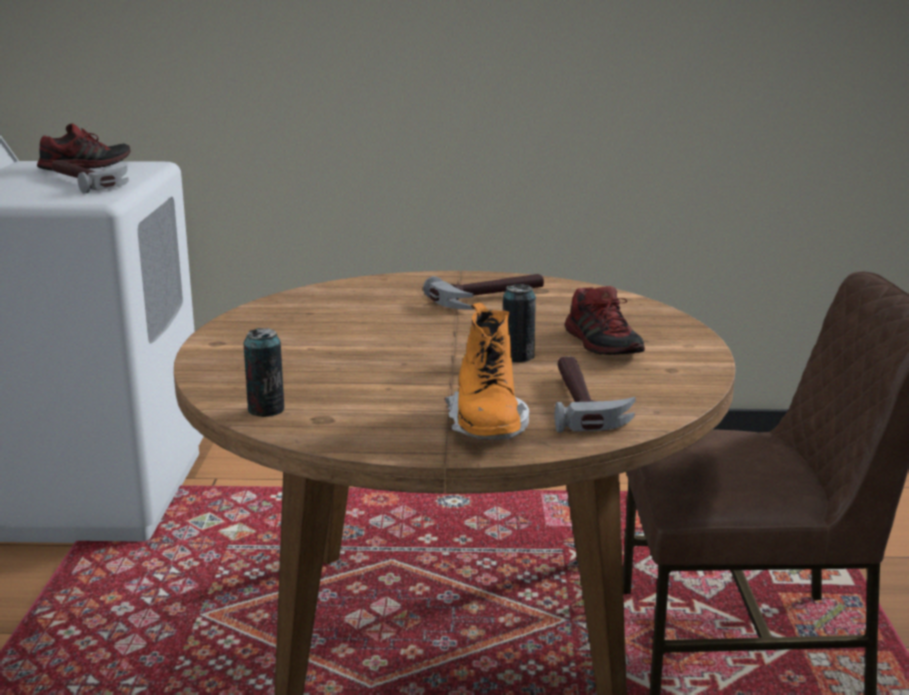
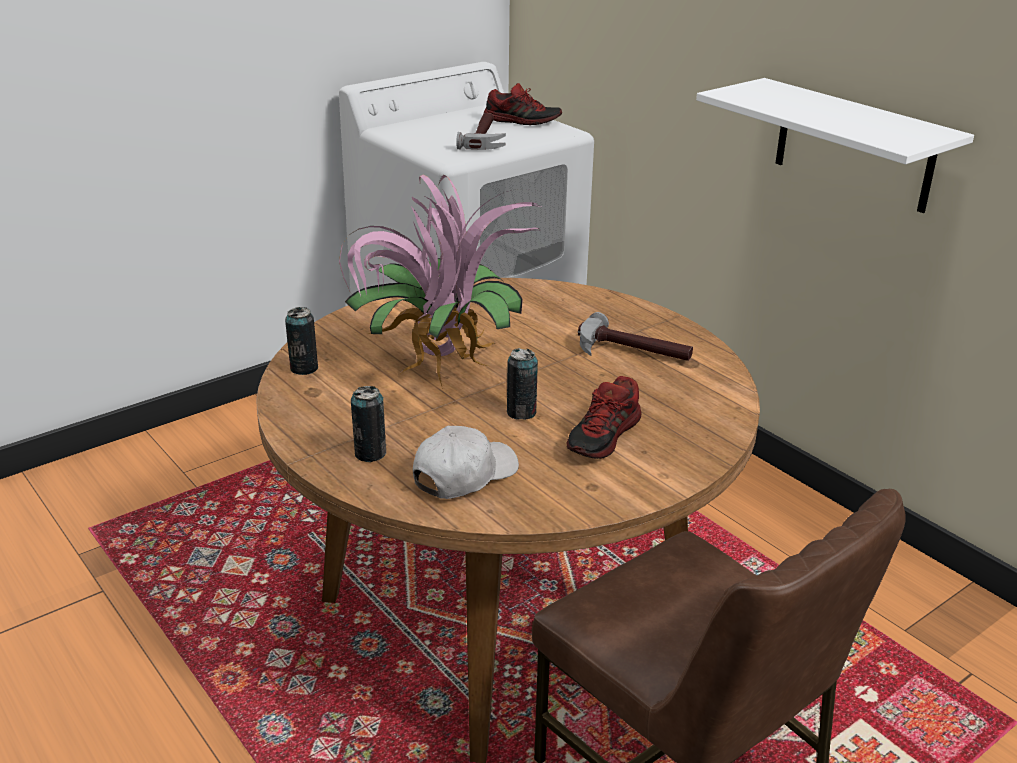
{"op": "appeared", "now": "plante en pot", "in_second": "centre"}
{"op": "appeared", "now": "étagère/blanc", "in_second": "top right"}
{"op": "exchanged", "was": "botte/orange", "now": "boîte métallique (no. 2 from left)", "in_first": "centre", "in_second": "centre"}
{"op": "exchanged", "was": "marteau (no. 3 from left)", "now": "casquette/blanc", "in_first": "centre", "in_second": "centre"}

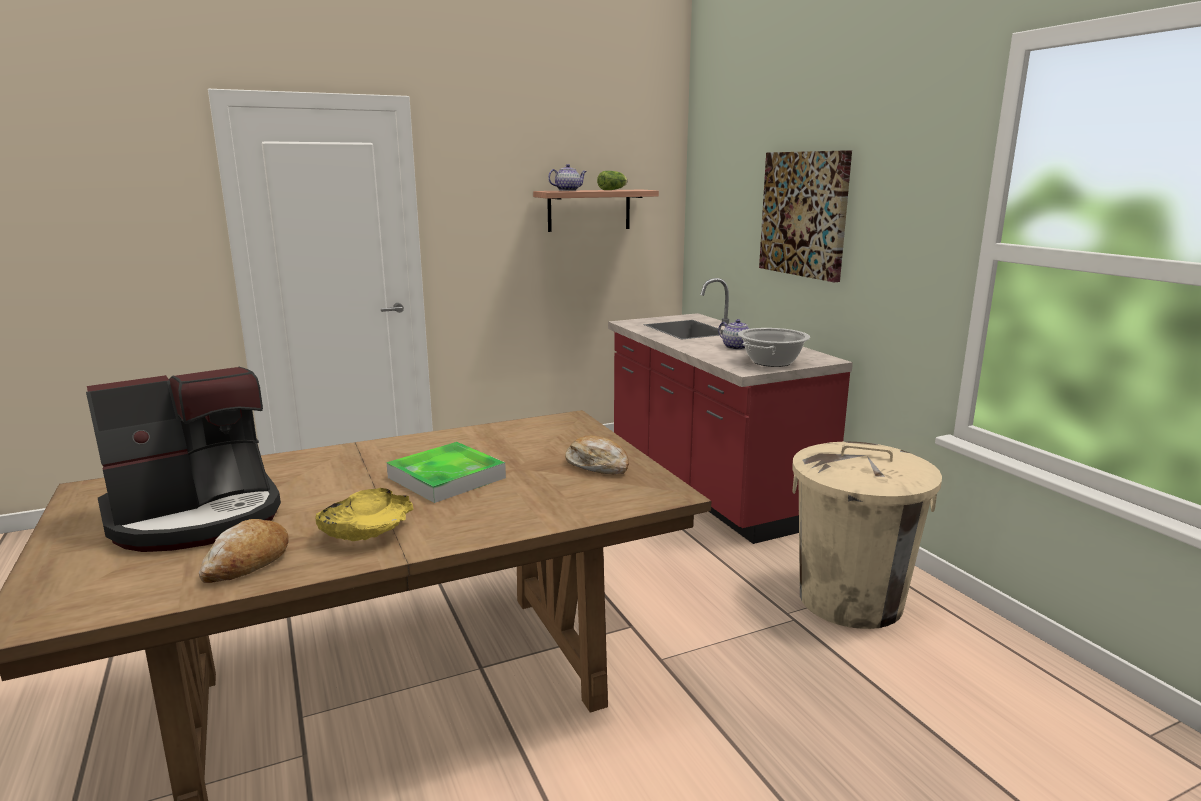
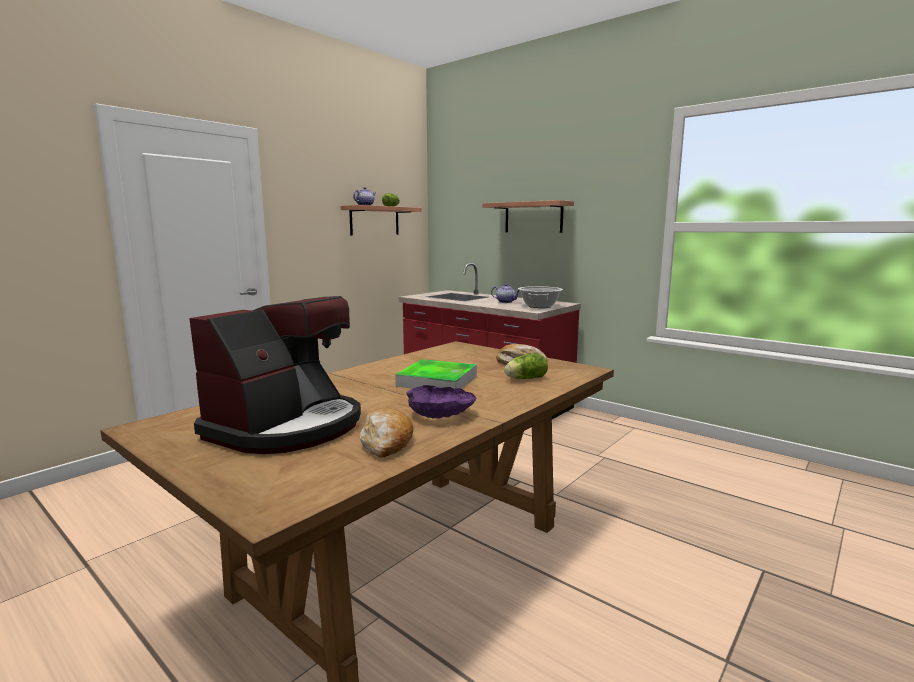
{"op": "missing", "was": "poubelle/beige", "in_first": "bottom right"}
{"op": "appeared", "now": "laitue (no. 2 from left)", "in_second": "centre"}
{"op": "exchanged", "was": "tableau", "now": "étagère (no. 2 from left)", "in_first": "top right", "in_second": "top centre"}
{"op": "colour", "was": "bol/jaune", "now": "bol/violet", "in_first": "middle left", "in_second": "centre"}

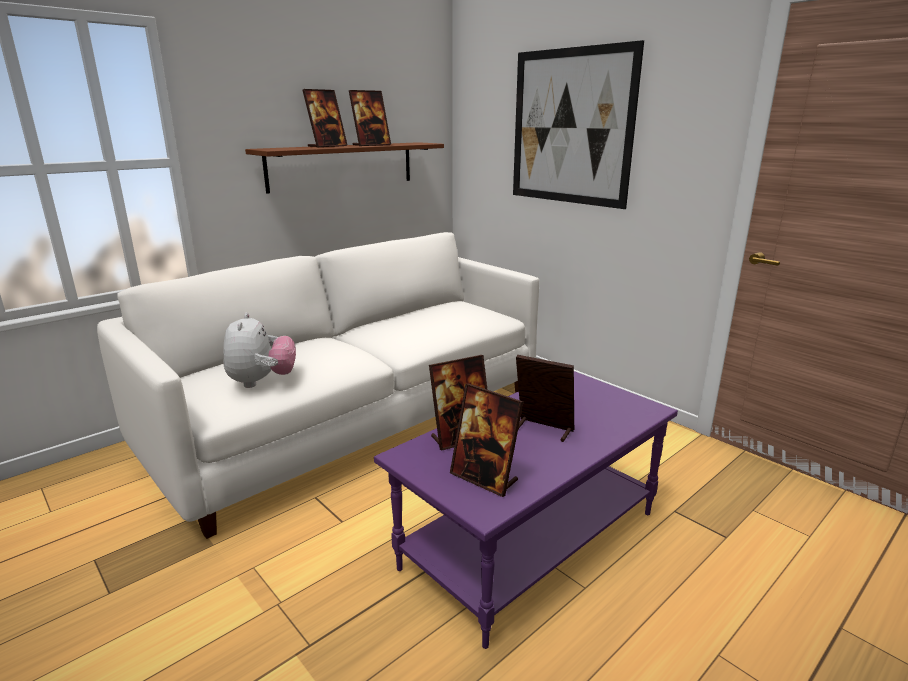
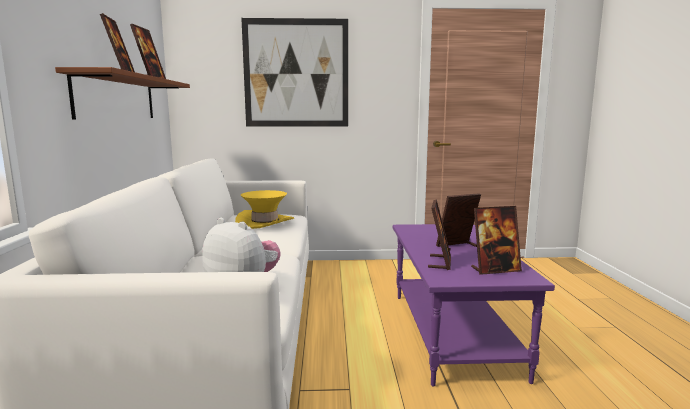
{"op": "appeared", "now": "chapeau/jaune", "in_second": "centre"}

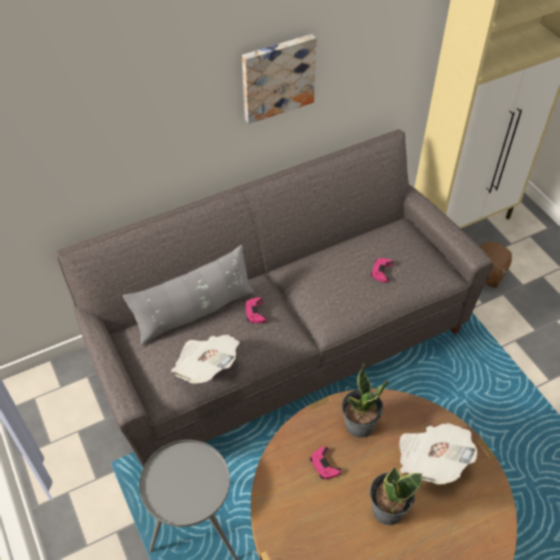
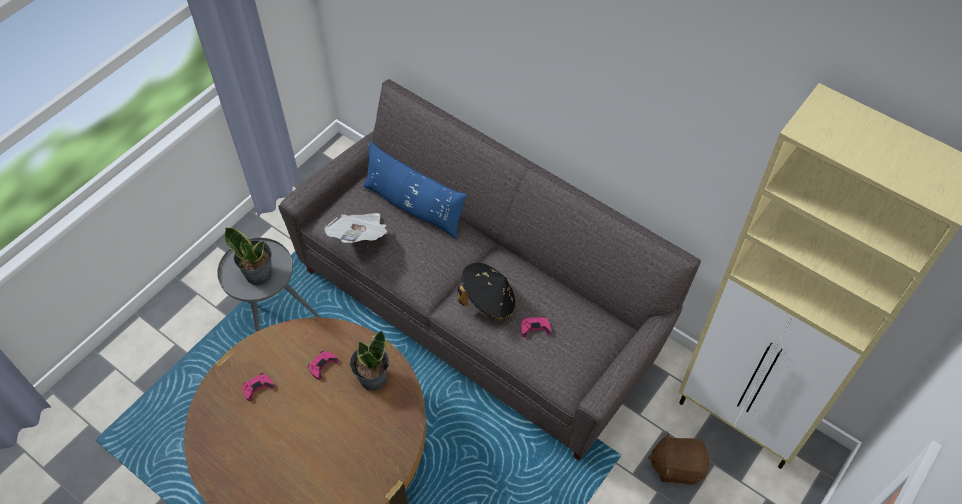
{"op": "missing", "was": "tableau", "in_first": "top centre"}
{"op": "missing", "was": "journal (no. 2 from left)", "in_first": "bottom right"}
{"op": "appeared", "now": "chapeau/noir", "in_second": "centre"}
{"op": "relocated", "was": "manette/rose (no. 1 from left)", "in_first": "centre", "in_second": "bottom left"}
{"op": "relocated", "was": "plante en pot (no. 2 from left in the first image)", "now": "plante en pot (no. 1 from left)", "in_first": "bottom right", "in_second": "middle left"}
{"op": "colour", "was": "coussin/gris", "now": "coussin/bleu", "in_first": "centre", "in_second": "centre"}

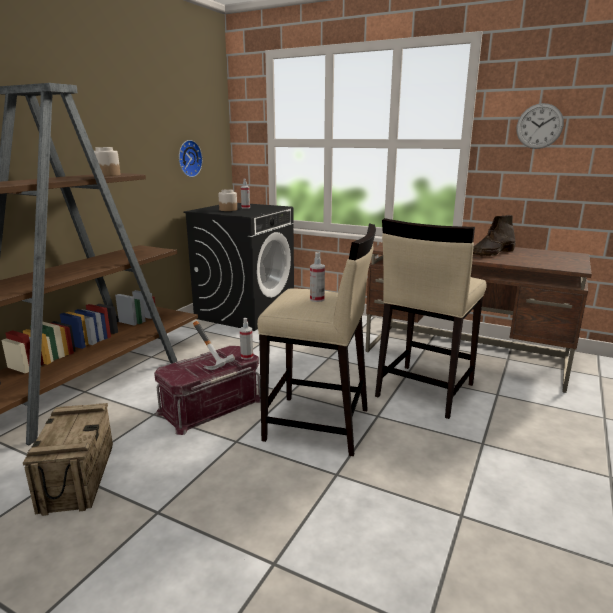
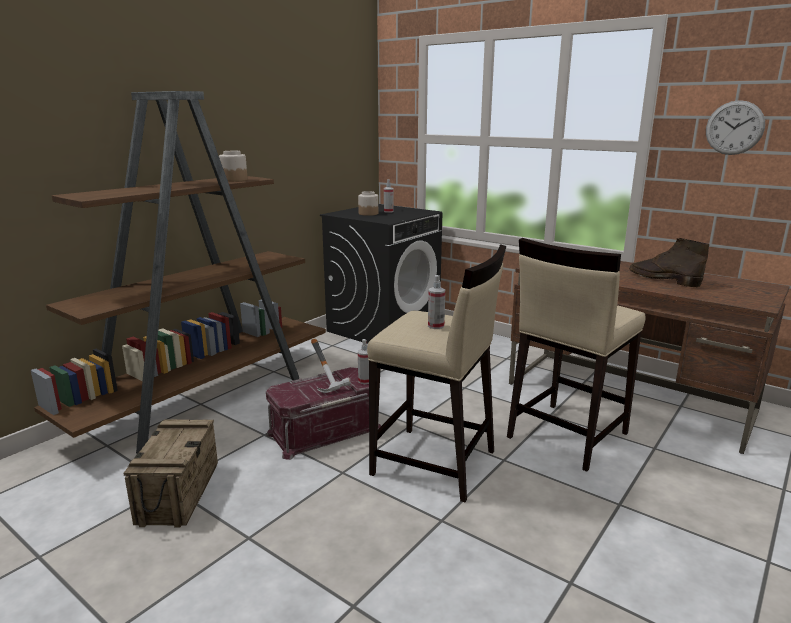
{"op": "missing", "was": "horloge murale (no. 1 from left)", "in_first": "top left"}
{"op": "spun", "was": "botte/marron", "in_first": "middle right", "in_second": "middle right", "clockwise": 75}

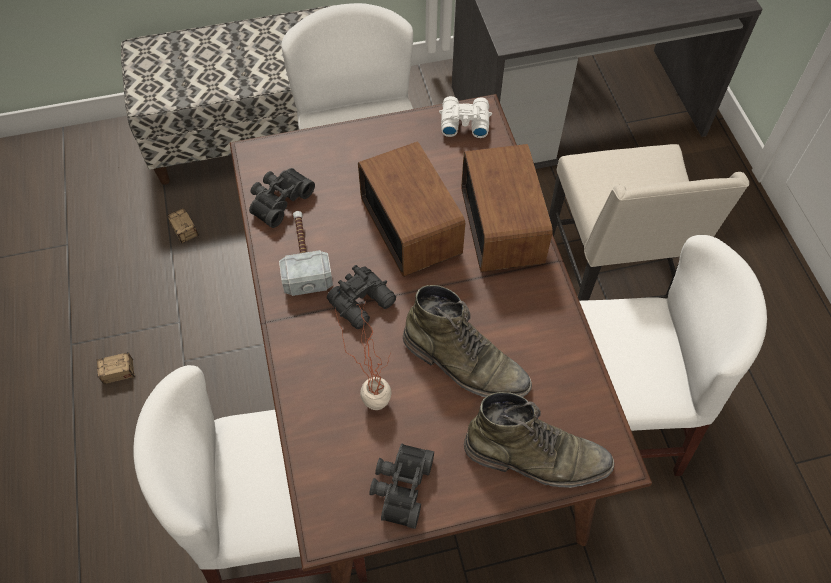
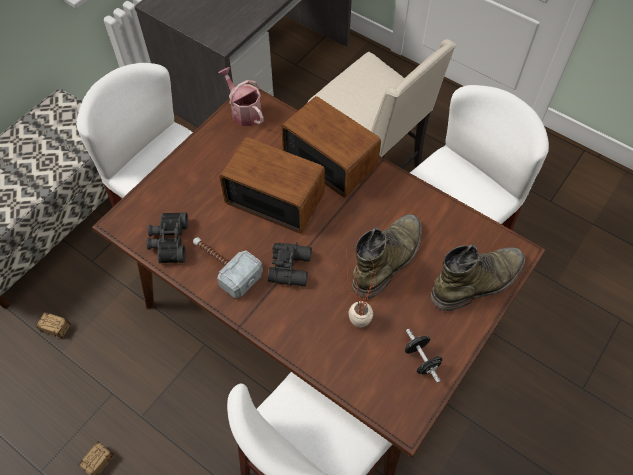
{"op": "exchanged", "was": "jumelles/noir (no. 3 from left)", "now": "haltère/noir", "in_first": "bottom centre", "in_second": "bottom right"}
{"op": "exchanged", "was": "jumelles/blanc", "now": "arrosoir", "in_first": "top centre", "in_second": "top centre"}
{"op": "spun", "was": "botte/vert (no. 1 from left)", "in_first": "centre", "in_second": "centre", "clockwise": -45}

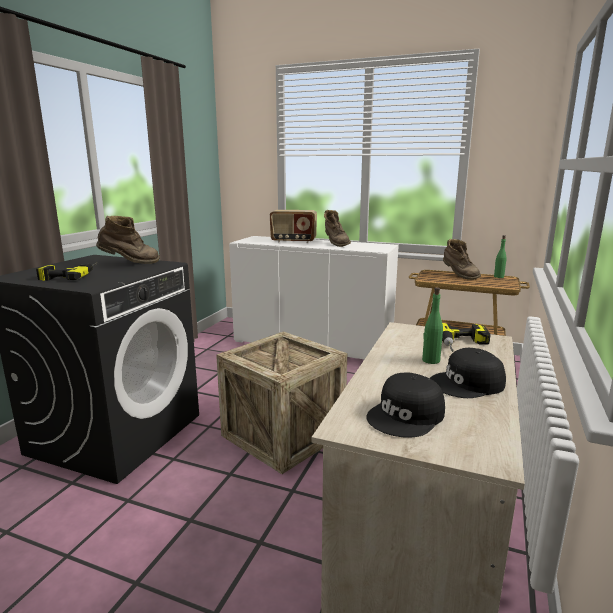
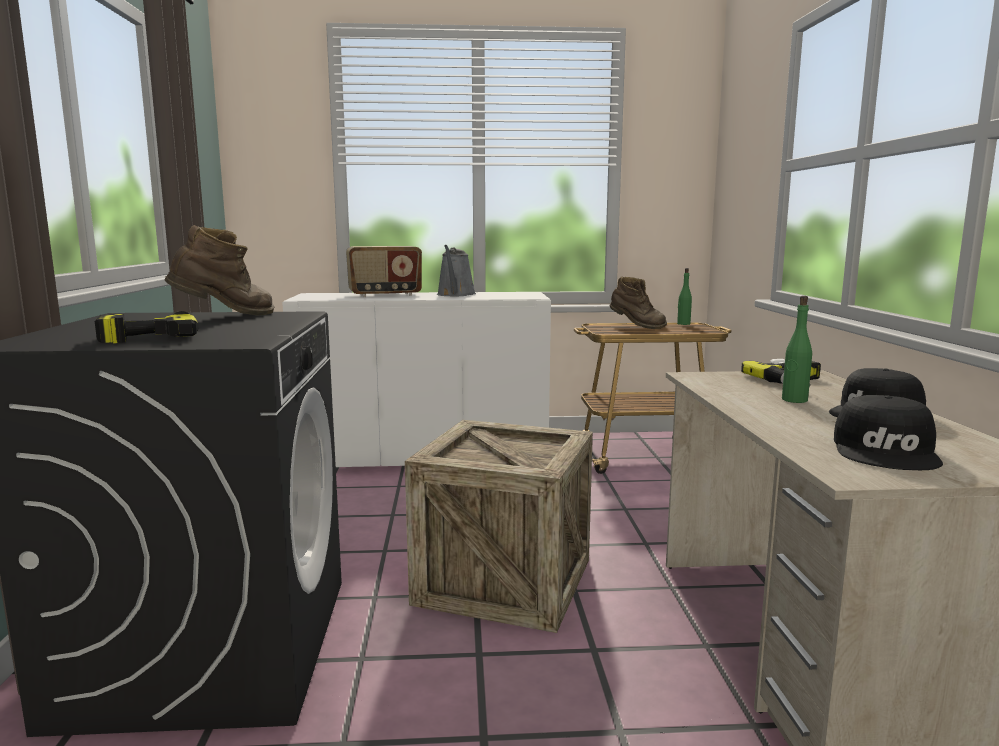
{"op": "exchanged", "was": "botte/marron (no. 2 from left)", "now": "arrosoir/gris", "in_first": "centre", "in_second": "centre"}

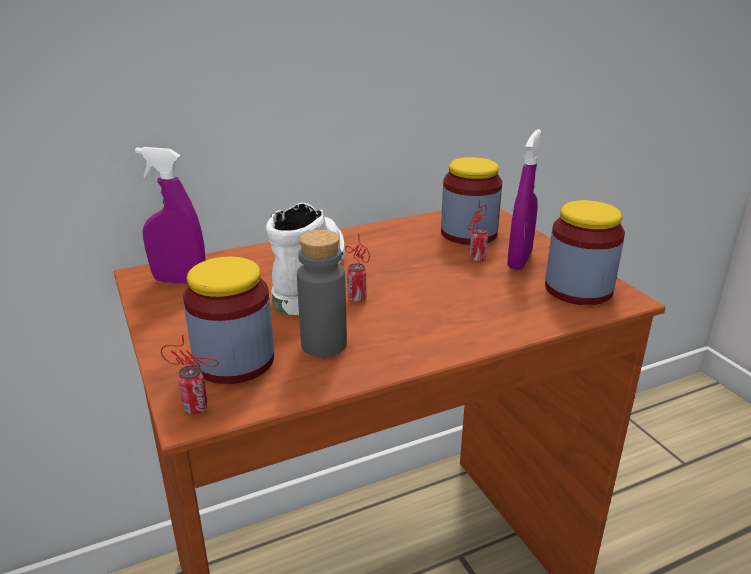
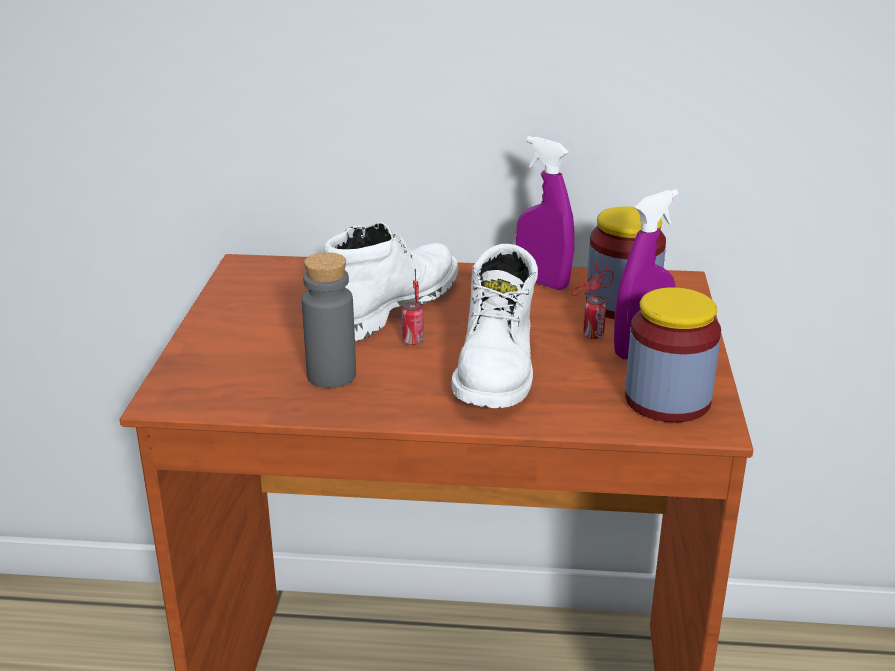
{"op": "missing", "was": "boîte métallique (no. 1 from left)", "in_first": "middle left"}
{"op": "missing", "was": "bocal (no. 1 from left)", "in_first": "middle left"}
{"op": "appeared", "now": "botte/blanc (no. 2 from left)", "in_second": "centre"}
{"op": "relocated", "was": "vaporisateur/violet (no. 1 from left)", "in_first": "middle left", "in_second": "top centre"}

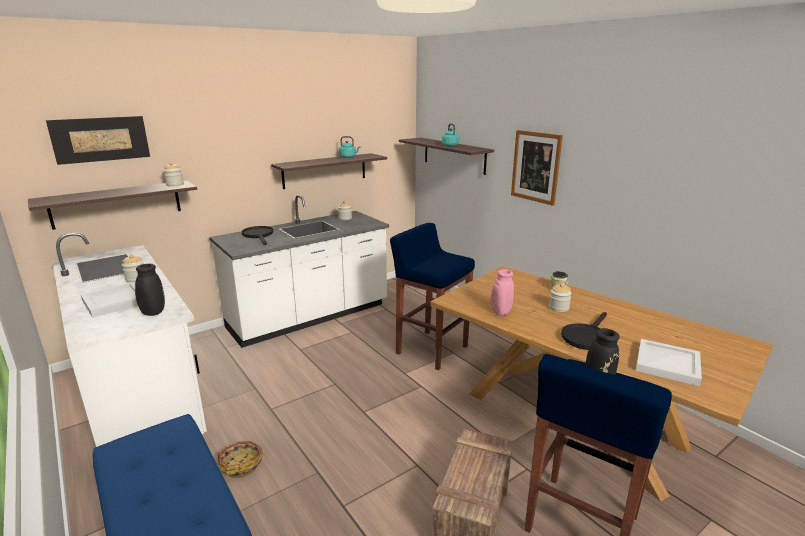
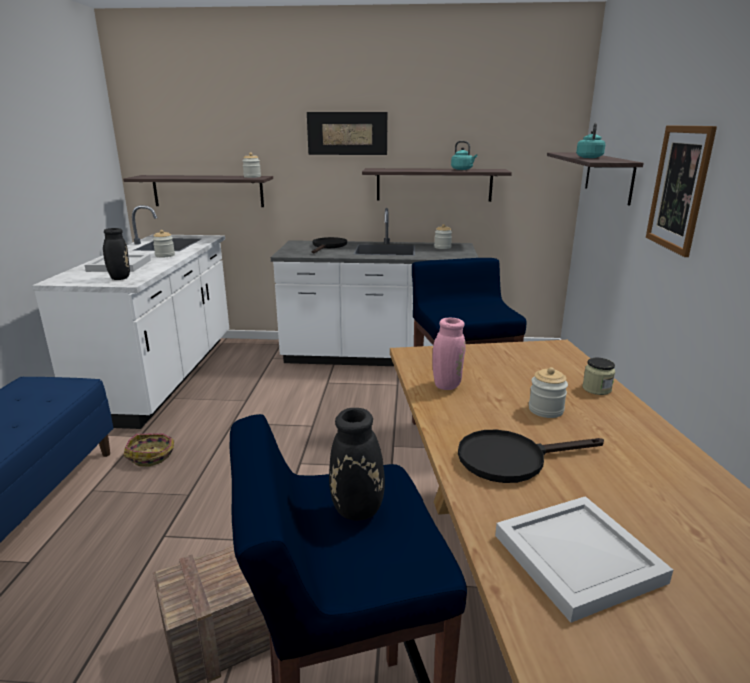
{"op": "relocated", "was": "tableau (no. 1 from left)", "in_first": "top left", "in_second": "top centre"}

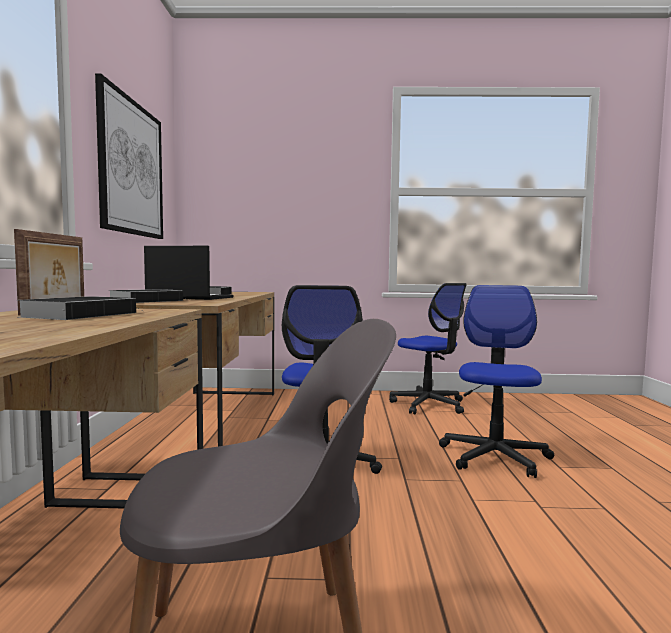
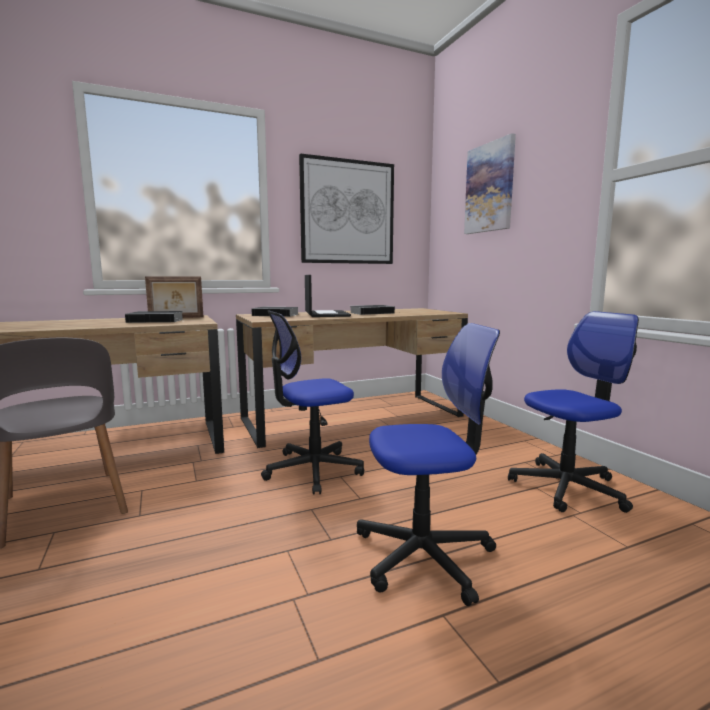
{"op": "appeared", "now": "tableau (no. 2 from left)", "in_second": "top right"}
{"op": "spun", "was": "chaise de bureau (no. 2 from left in the first image)", "in_first": "centre", "in_second": "middle right", "clockwise": -135}

